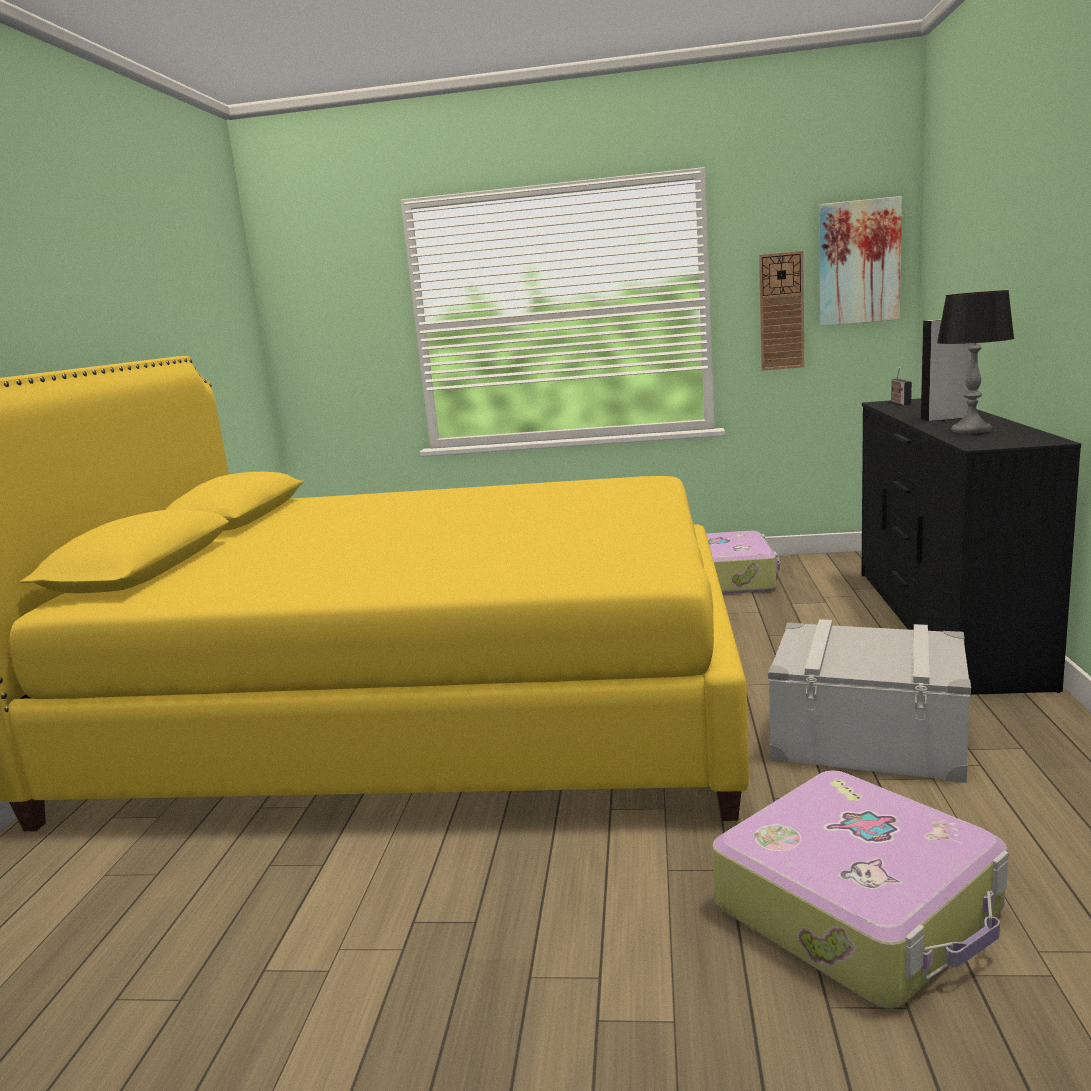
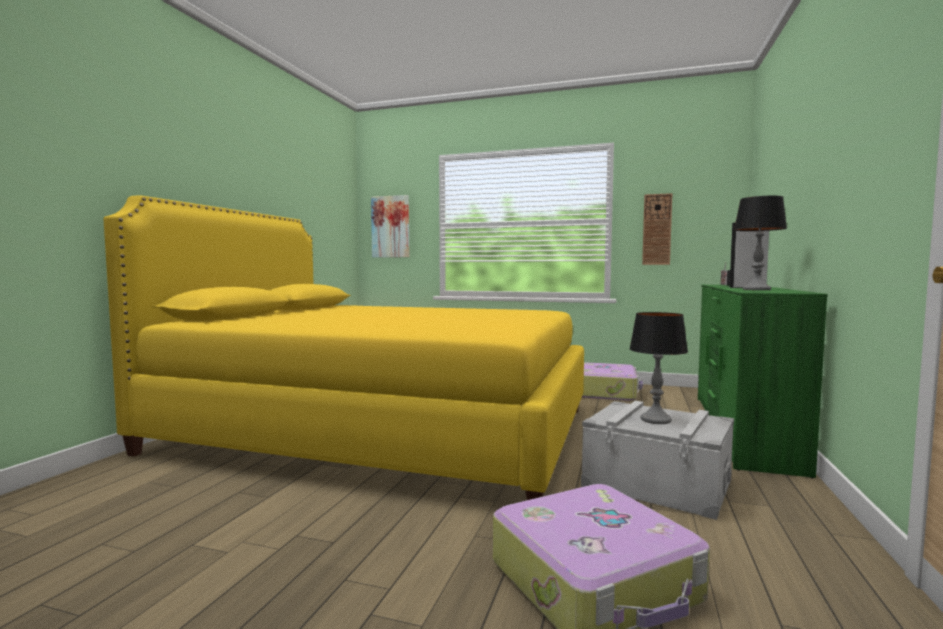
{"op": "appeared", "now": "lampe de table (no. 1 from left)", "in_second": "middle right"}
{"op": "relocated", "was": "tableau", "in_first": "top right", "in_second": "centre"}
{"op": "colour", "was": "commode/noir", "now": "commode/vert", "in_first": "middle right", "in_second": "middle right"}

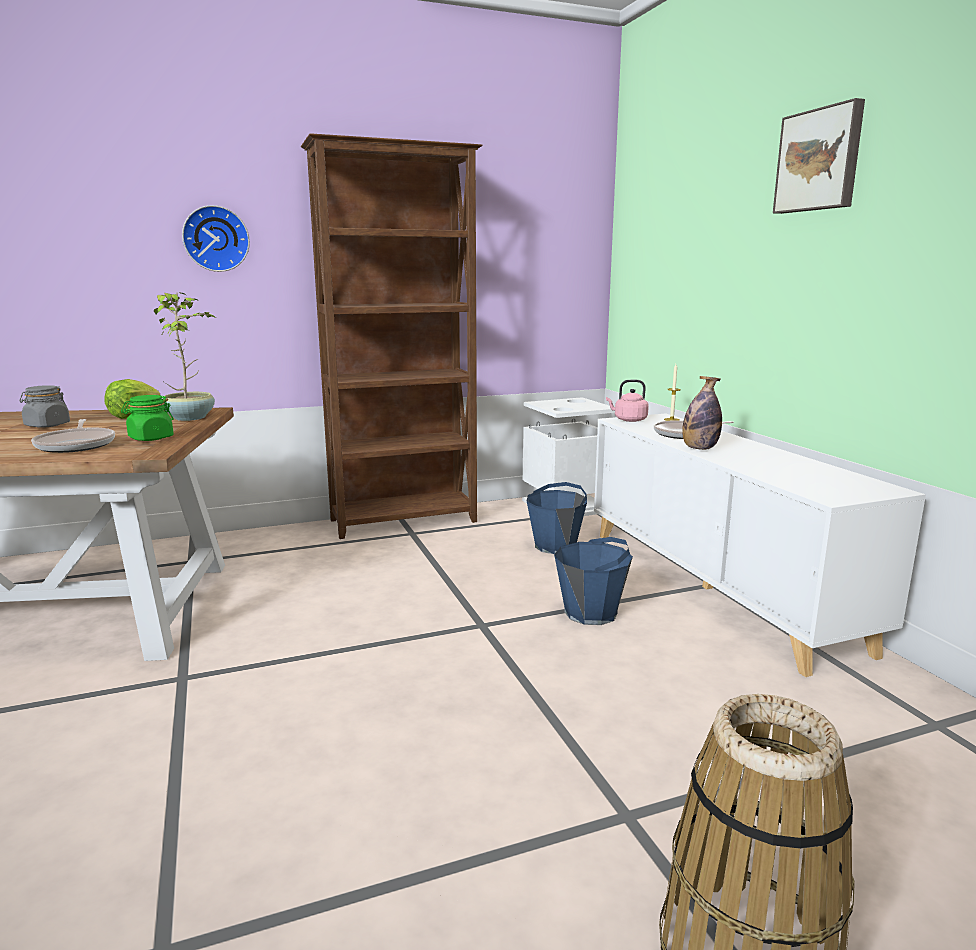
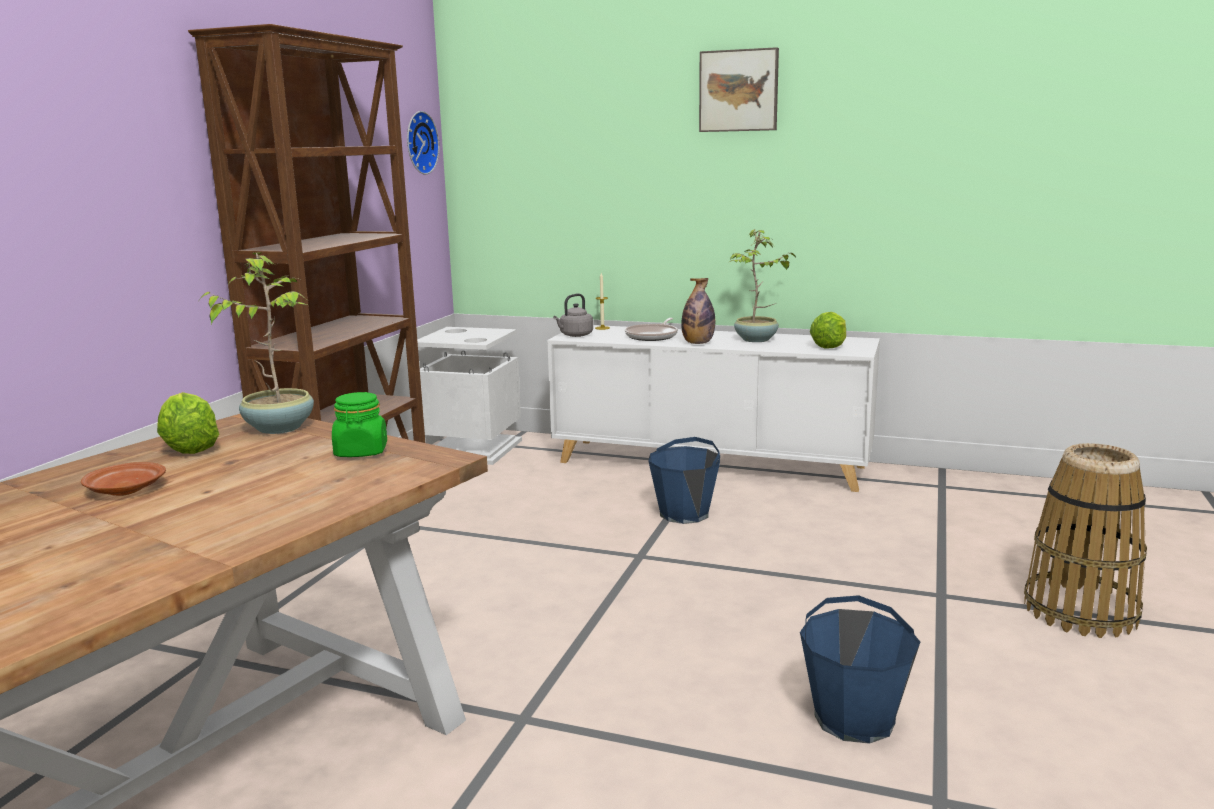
{"op": "missing", "was": "poêle (no. 1 from left)", "in_first": "middle left"}
{"op": "appeared", "now": "plante en pot (no. 2 from left)", "in_second": "centre"}
{"op": "appeared", "now": "laitue (no. 2 from left)", "in_second": "middle right"}
{"op": "relocated", "was": "horloge murale", "in_first": "top left", "in_second": "top centre"}
{"op": "relocated", "was": "seau/bleu (no. 1 from left in the first image)", "now": "seau/bleu (no. 2 from left)", "in_first": "centre", "in_second": "bottom right"}
{"op": "exchanged", "was": "bocal/gris", "now": "assiette/marron", "in_first": "middle left", "in_second": "middle left"}
{"op": "colour", "was": "bouilloire/rose", "now": "bouilloire/gris", "in_first": "centre", "in_second": "centre"}

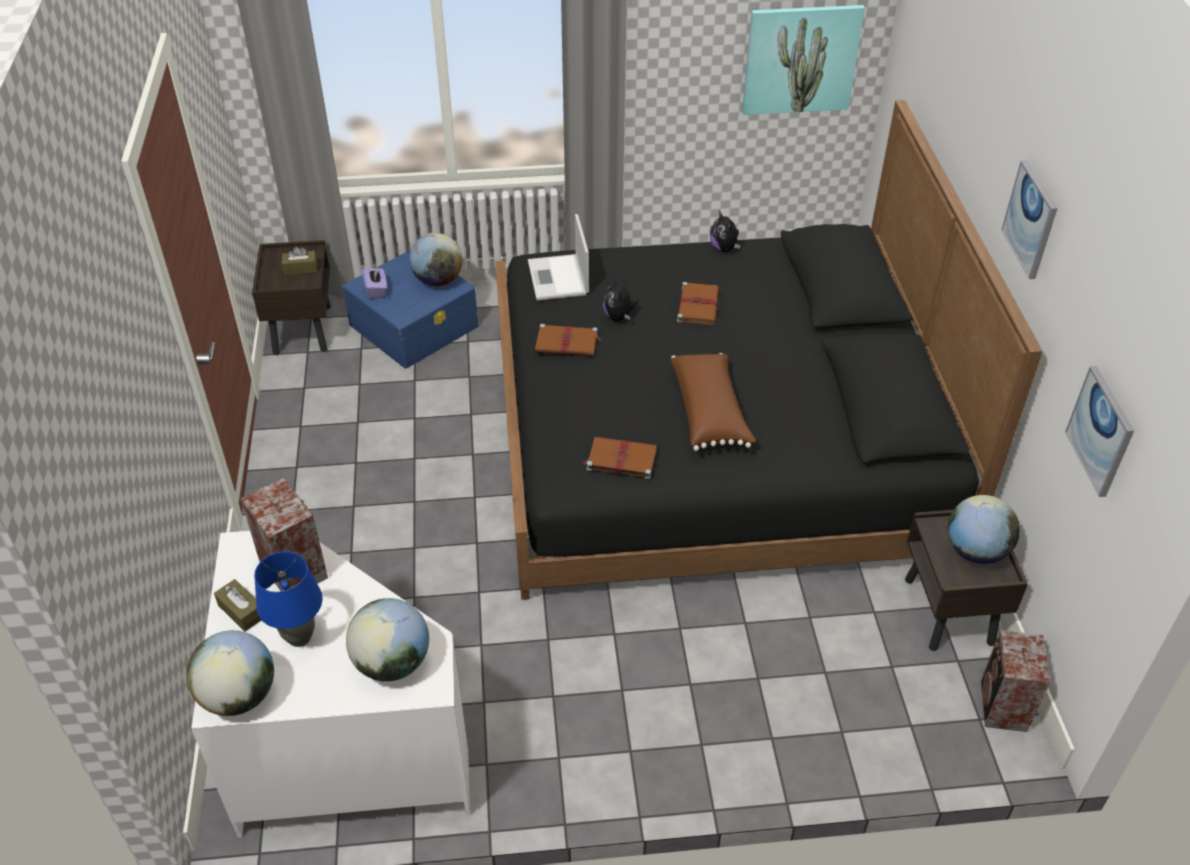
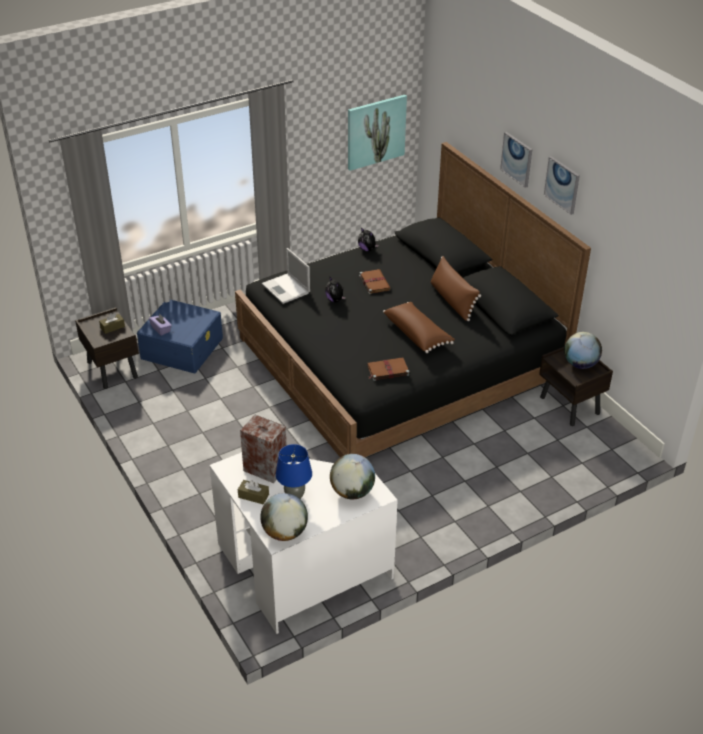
{"op": "missing", "was": "globe (no. 3 from left)", "in_first": "top centre"}
{"op": "missing", "was": "livre/marron (no. 1 from left)", "in_first": "centre"}
{"op": "missing", "was": "enceinte (no. 2 from left)", "in_first": "bottom right"}
{"op": "appeared", "now": "coussin/marron (no. 2 from left)", "in_second": "centre"}
{"op": "relocated", "was": "tableau (no. 3 from left in the first image)", "now": "tableau (no. 2 from left)", "in_first": "middle right", "in_second": "top right"}

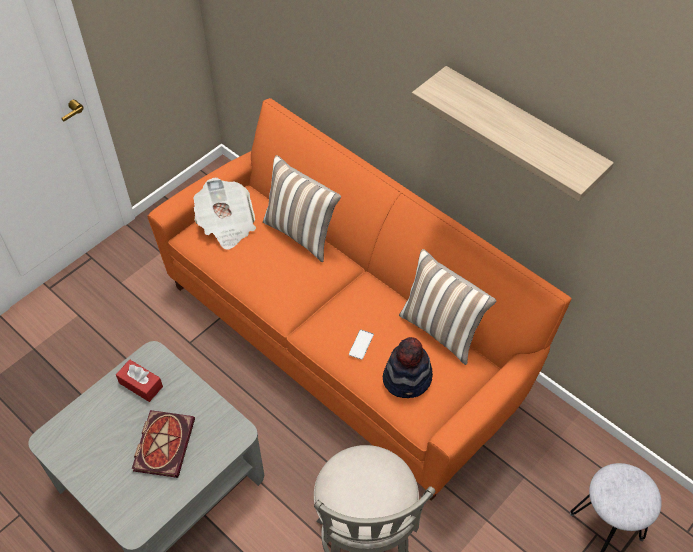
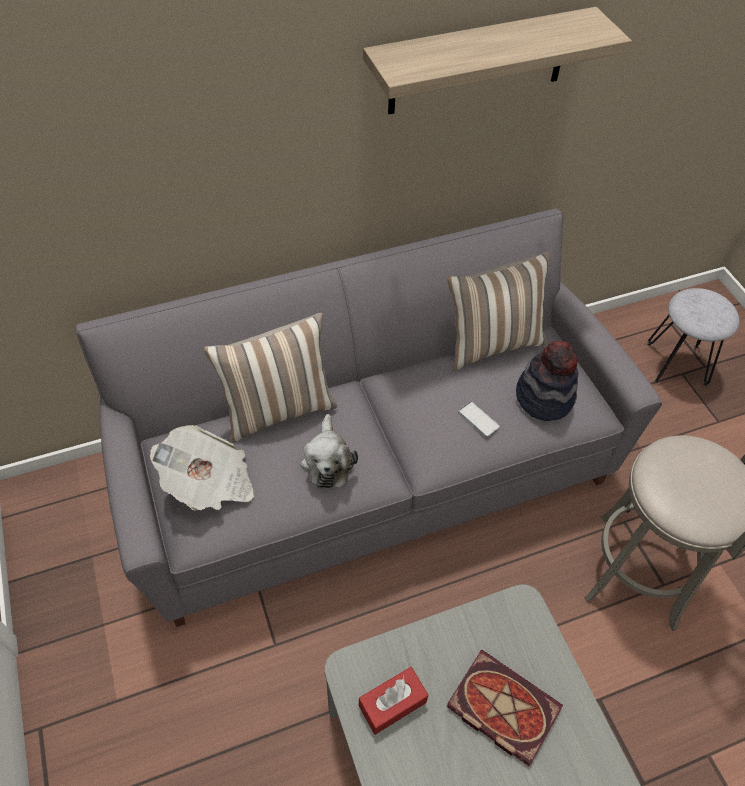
{"op": "appeared", "now": "peluche", "in_second": "centre"}
{"op": "colour", "was": "canapé/orange", "now": "canapé/gris", "in_first": "centre", "in_second": "centre"}

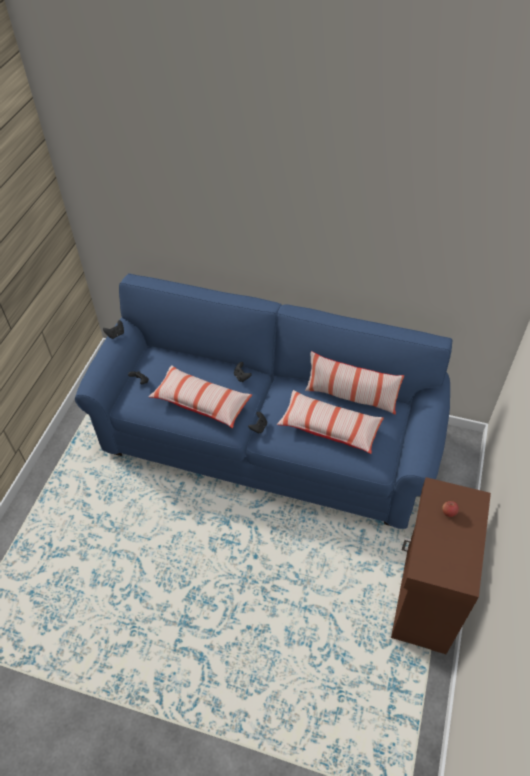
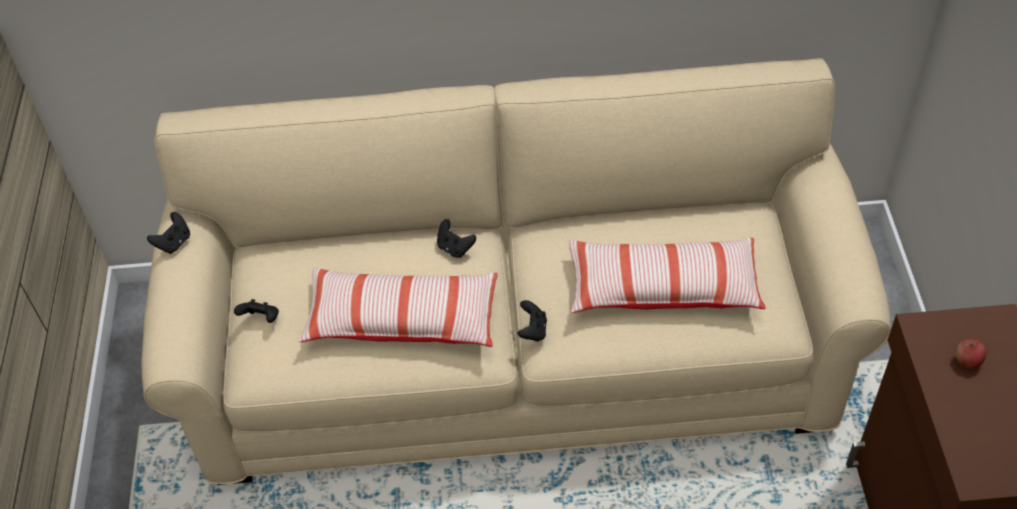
{"op": "missing", "was": "coussin (no. 3 from left)", "in_first": "middle right"}
{"op": "colour", "was": "canapé/bleu", "now": "canapé/beige", "in_first": "centre", "in_second": "centre"}

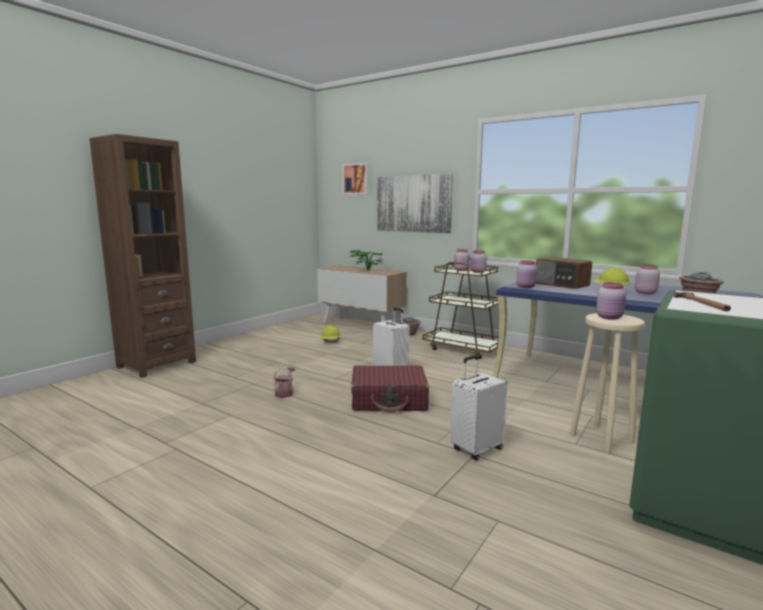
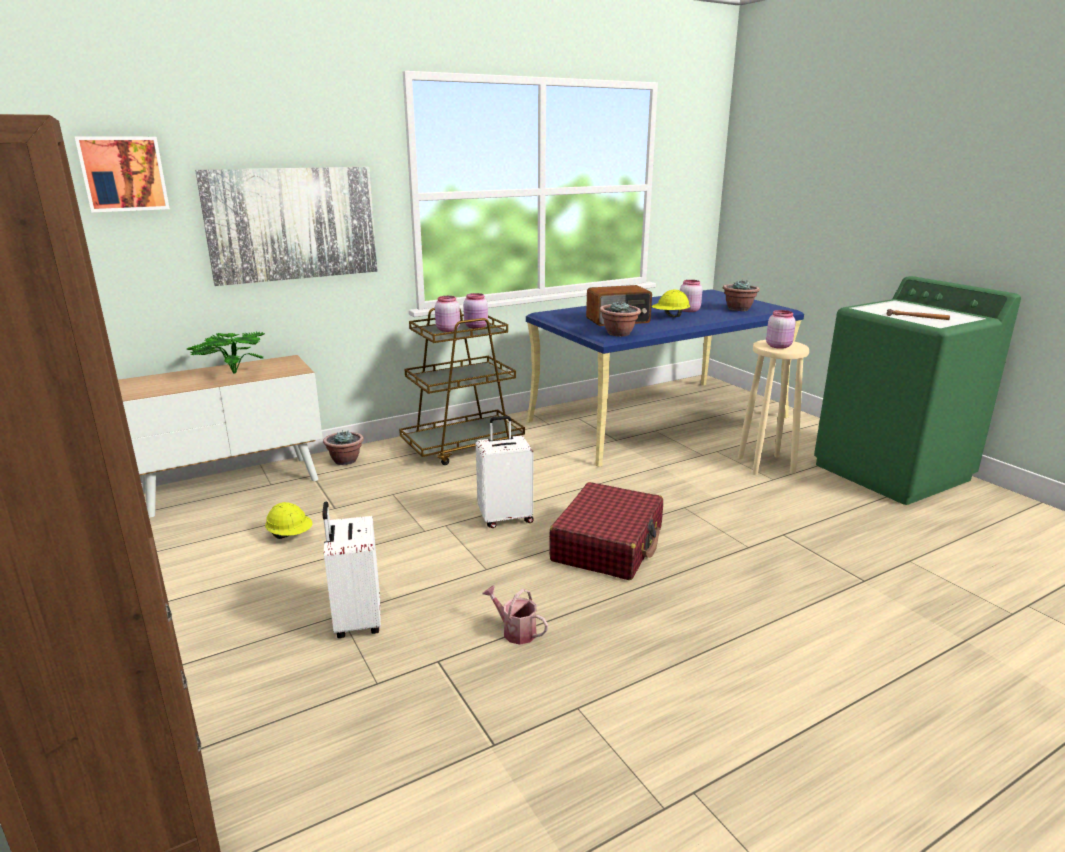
{"op": "relocated", "was": "valise/blanc (no. 2 from left in the first image)", "now": "valise/blanc (no. 1 from left)", "in_first": "bottom centre", "in_second": "bottom left"}
{"op": "exchanged", "was": "bocal/rose (no. 3 from left)", "now": "plante en pot (no. 3 from left)", "in_first": "middle right", "in_second": "centre"}

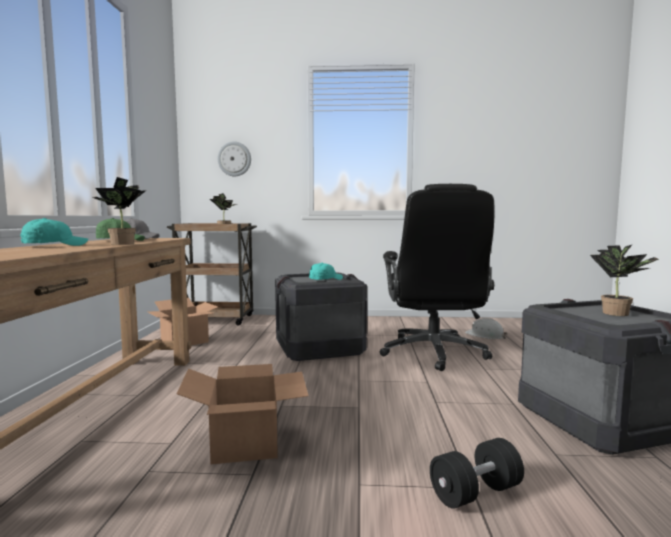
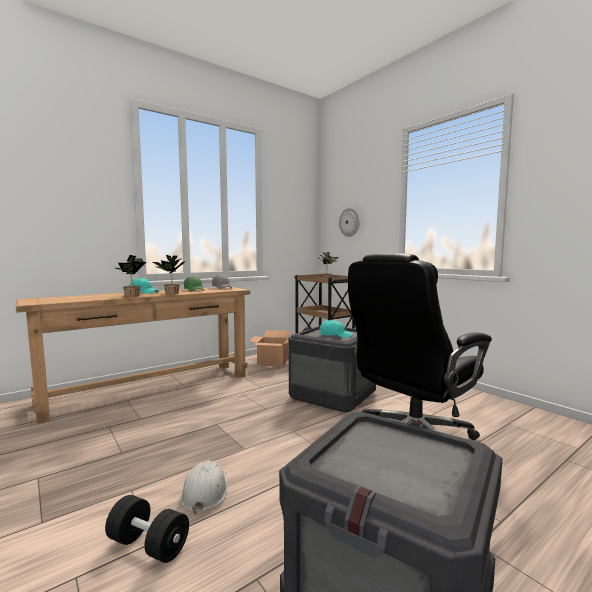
{"op": "missing", "was": "carton (no. 2 from left)", "in_first": "bottom centre"}
{"op": "relocated", "was": "casque de chantier/blanc", "in_first": "middle right", "in_second": "bottom centre"}
{"op": "relocated", "was": "plante en pot (no. 3 from left in the first image)", "now": "plante en pot (no. 1 from left)", "in_first": "middle right", "in_second": "middle left"}

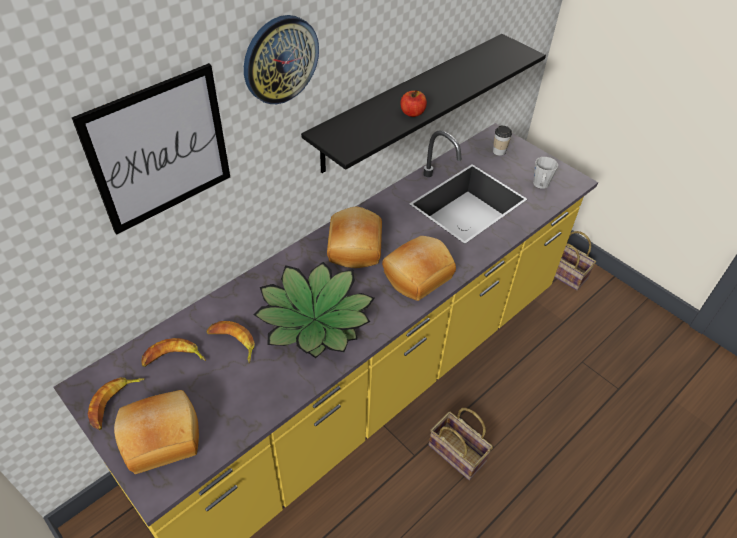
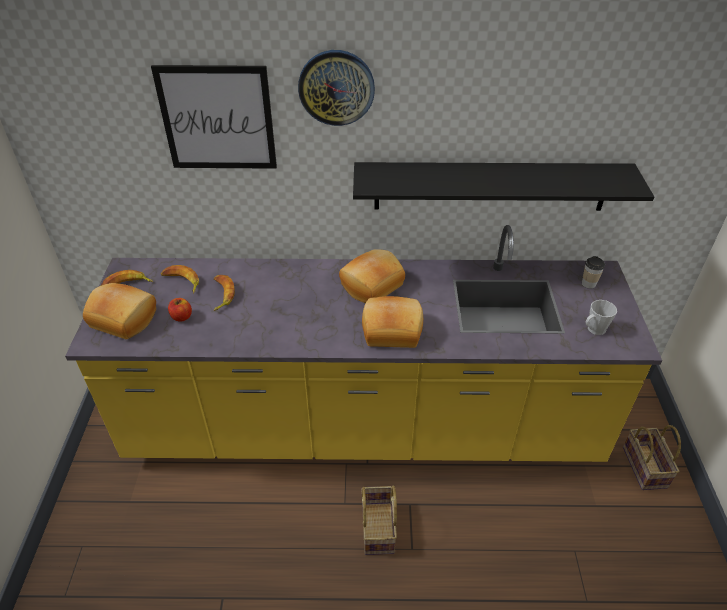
{"op": "missing", "was": "plante en pot", "in_first": "centre"}
{"op": "relocated", "was": "pomme", "in_first": "top centre", "in_second": "middle left"}

